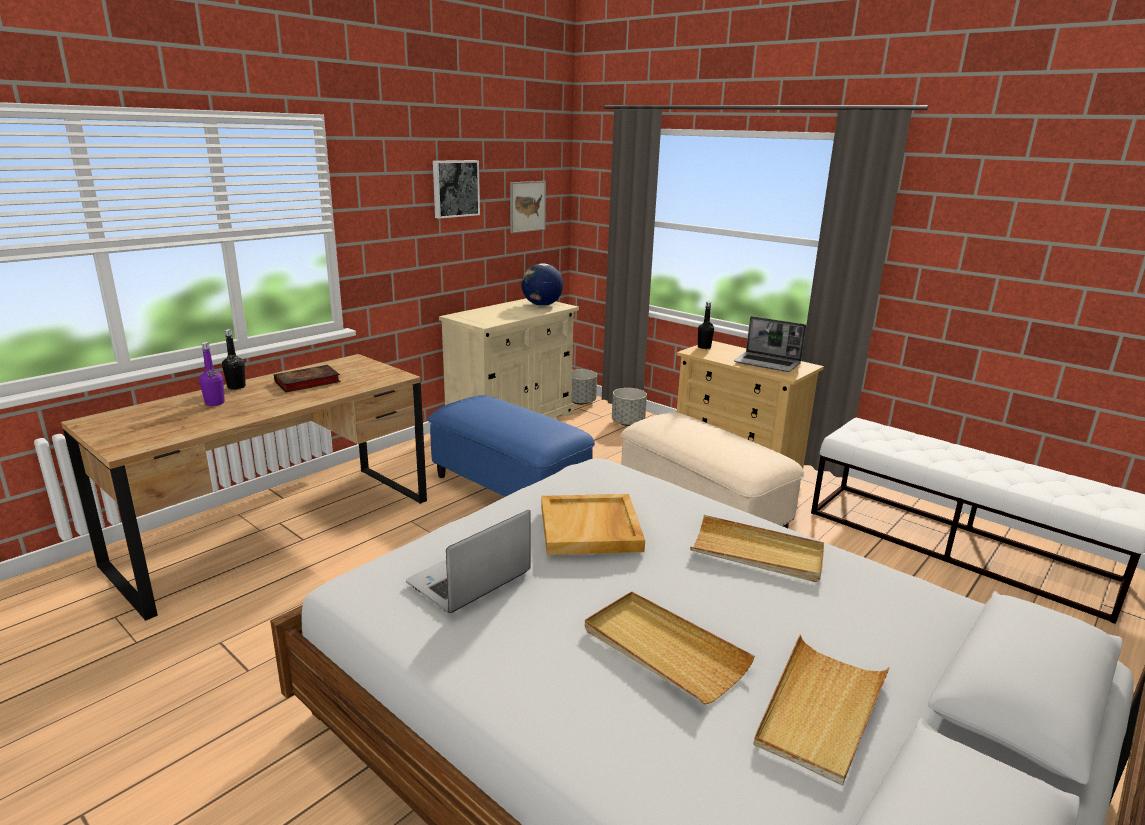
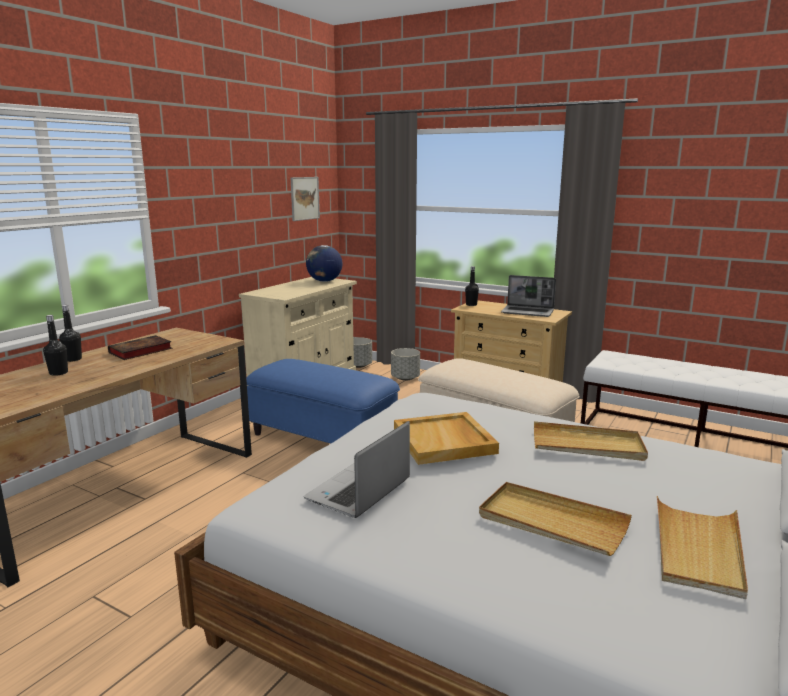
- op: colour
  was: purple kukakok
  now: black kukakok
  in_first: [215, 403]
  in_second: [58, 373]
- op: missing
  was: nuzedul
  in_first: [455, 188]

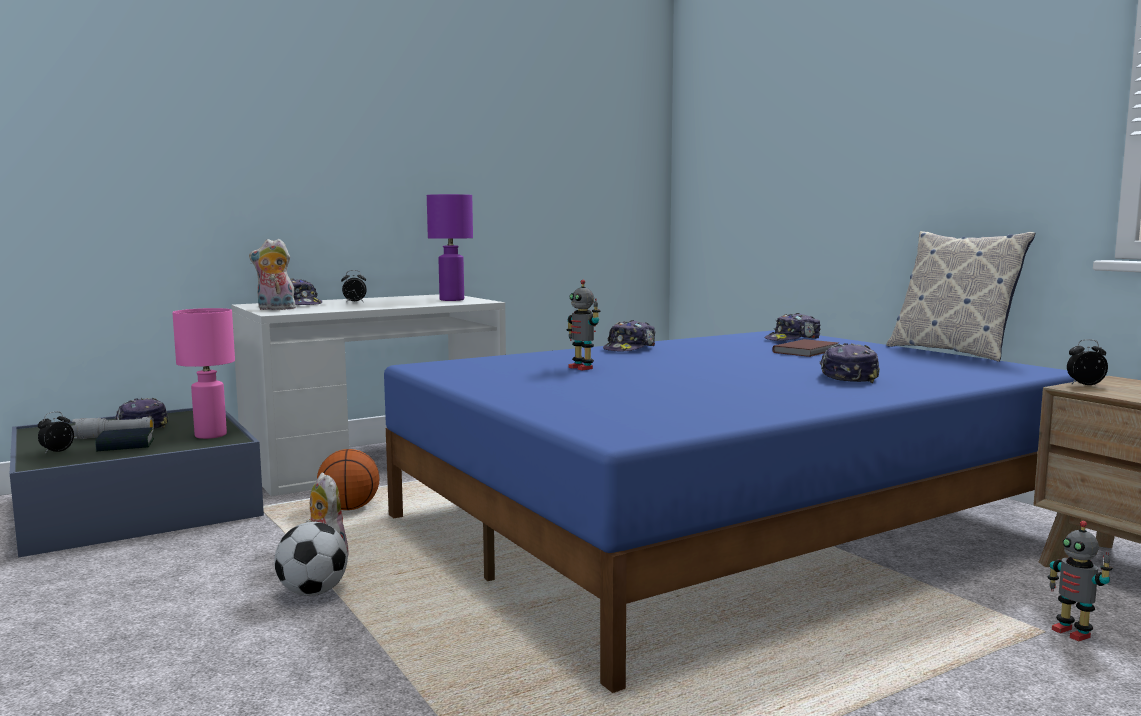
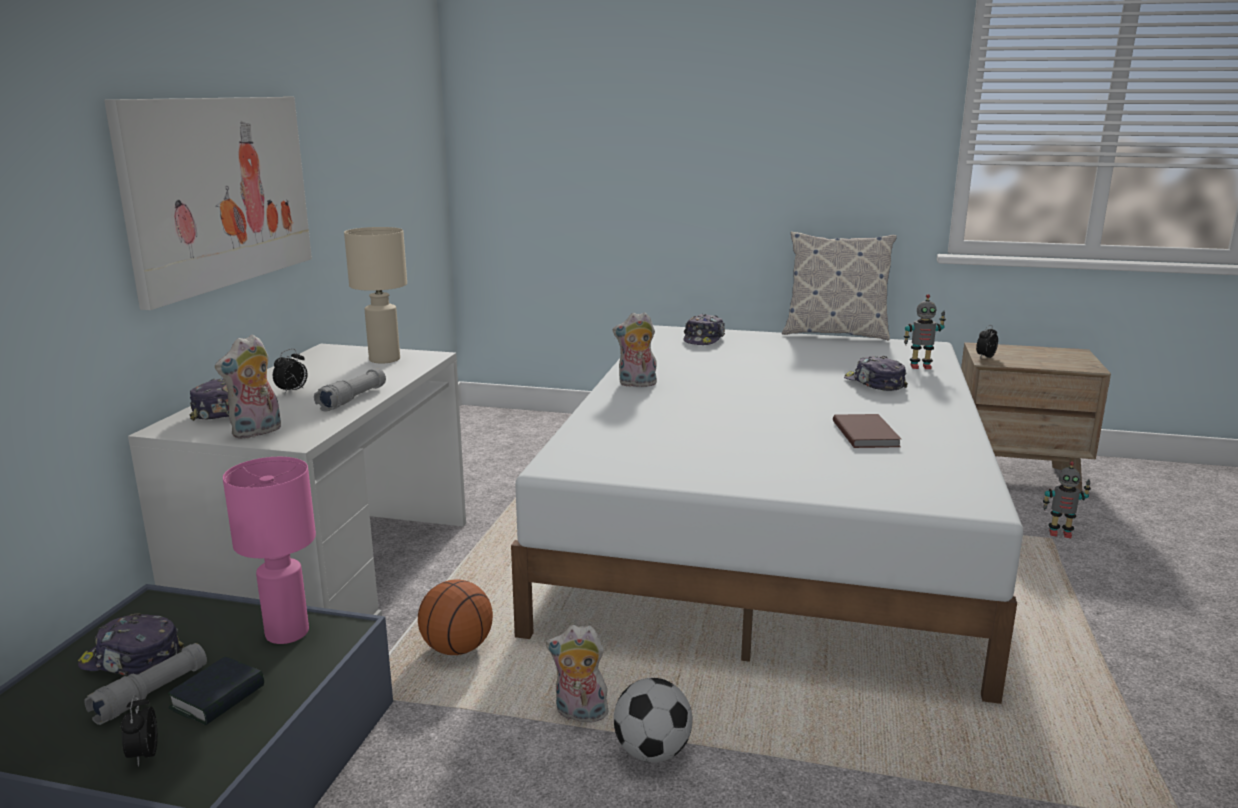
- op: colour
  was: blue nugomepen
  now: white nugomepen
  in_first: [723, 525]
  in_second: [771, 529]
- op: colour
  was: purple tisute
  now: beige tisute
  in_first: [451, 300]
  in_second: [384, 359]
- op: relocated
  was: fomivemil
  in_first: [582, 368]
  in_second: [920, 366]
- op: exchanged
  was: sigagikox
  now: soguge
  in_first: [630, 349]
  in_second: [636, 384]
- op: relocated
  was: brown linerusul
  in_first: [808, 351]
  in_second: [867, 433]
- op: appeared
  now: nuzedul
  in_second: [220, 192]
- op: appeared
  now: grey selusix
  in_second: [353, 399]

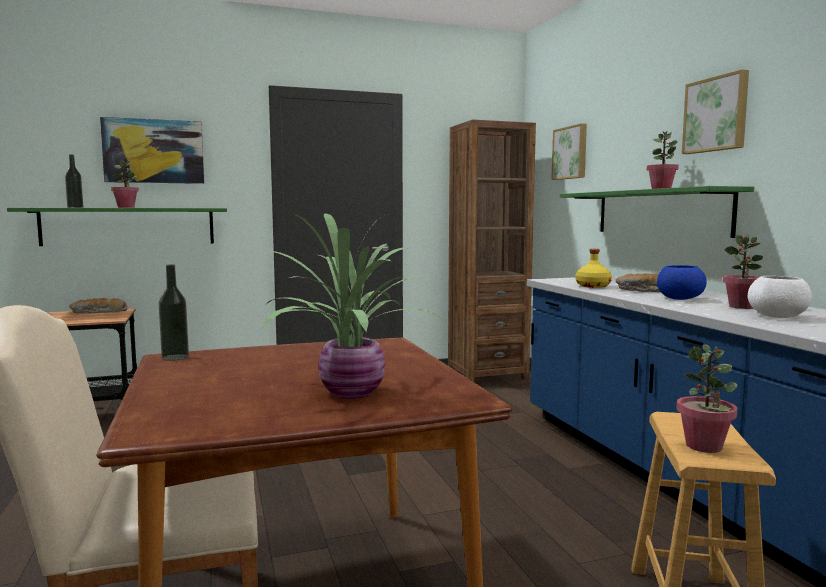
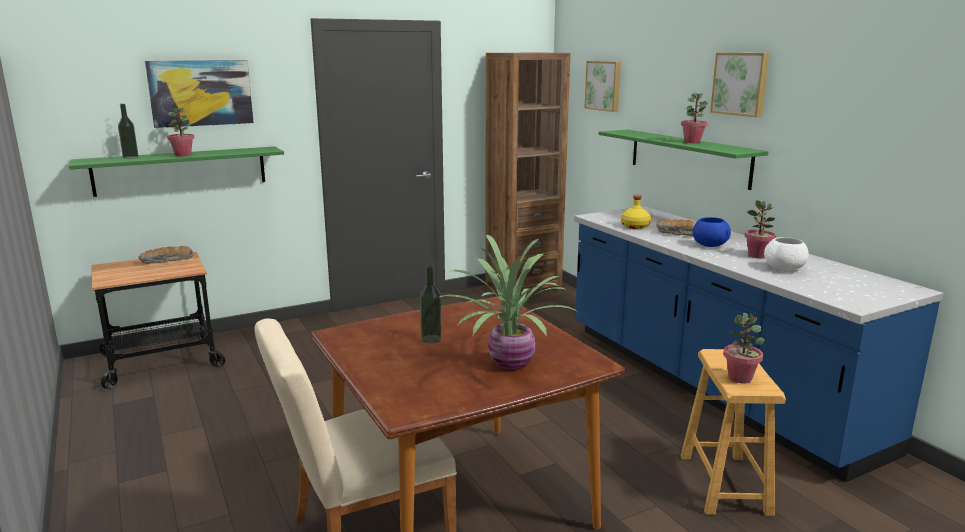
- op: relocated
  was: kukakok
  in_first: [175, 357]
  in_second: [431, 339]

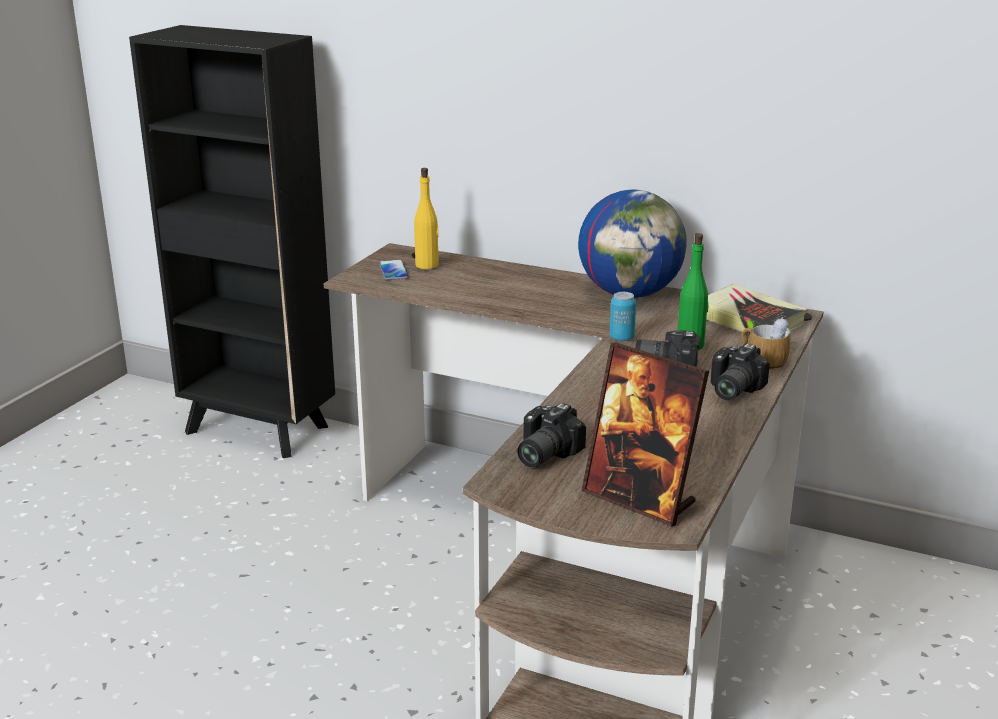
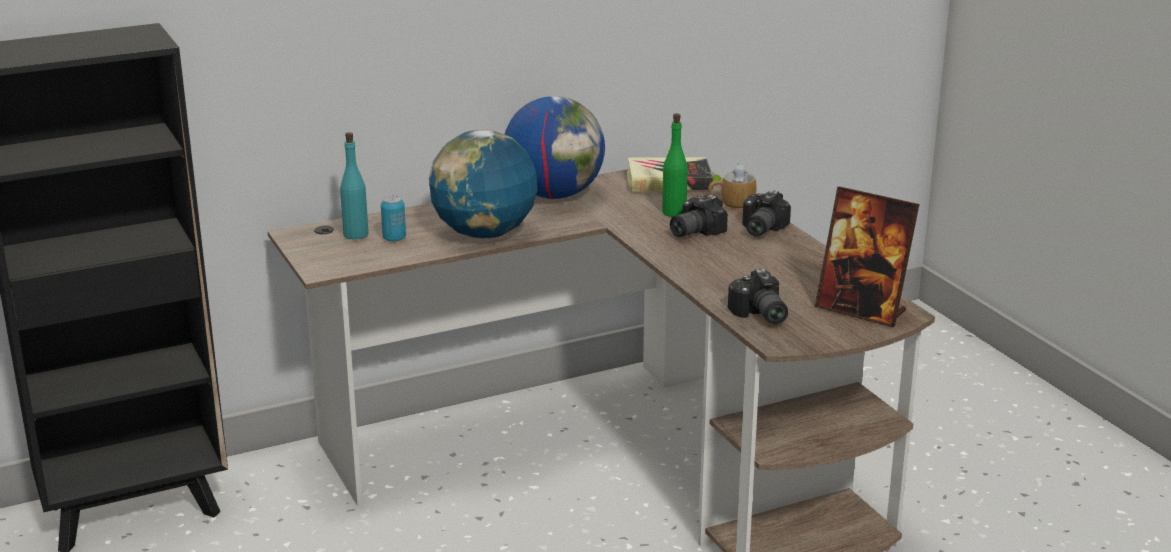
- op: missing
  was: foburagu
  in_first: [393, 271]
- op: colour
  was: yellow kukakok
  now: turquoise kukakok
  in_first: [427, 265]
  in_second: [356, 234]
- op: spun
  was: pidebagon
  in_first: [639, 499]
  in_second: [861, 310]
  clockwise: 45
- op: relocated
  was: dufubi
  in_first: [621, 338]
  in_second: [394, 239]
- op: spun
  was: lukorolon
  in_first: [730, 389]
  in_second: [759, 229]
  clockwise: 45
- op: appeared
  now: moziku
  in_second: [484, 234]

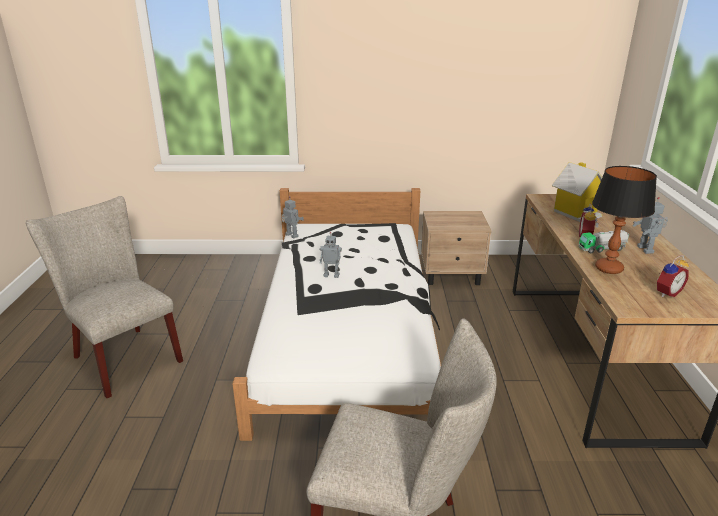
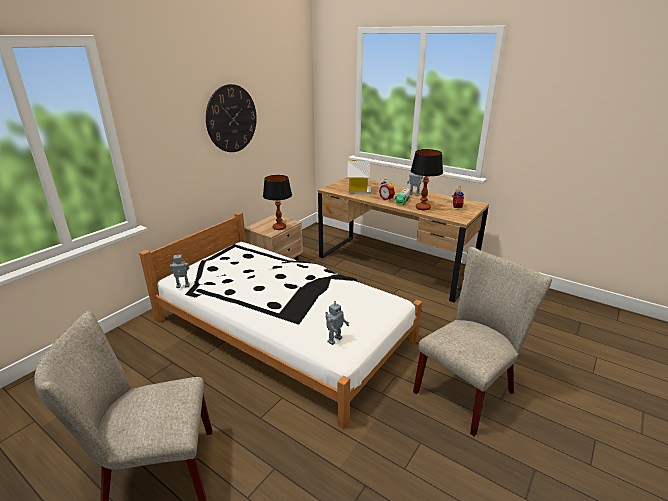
- op: relocated
  was: fomivemil
  in_first: [331, 275]
  in_second: [334, 339]
- op: appeared
  now: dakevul
  in_second: [231, 119]
- op: appeared
  now: tisute
  in_second: [279, 227]

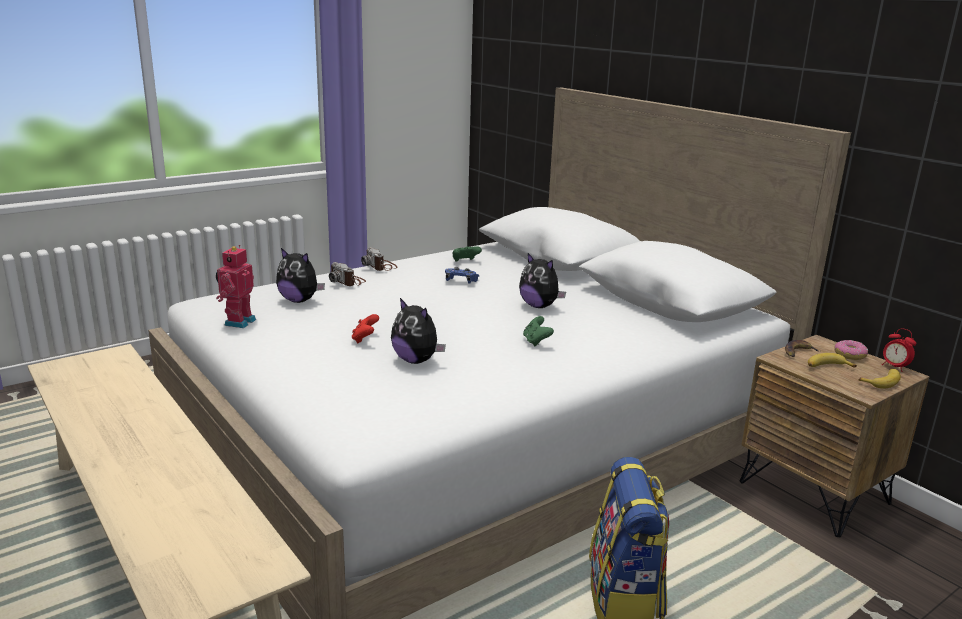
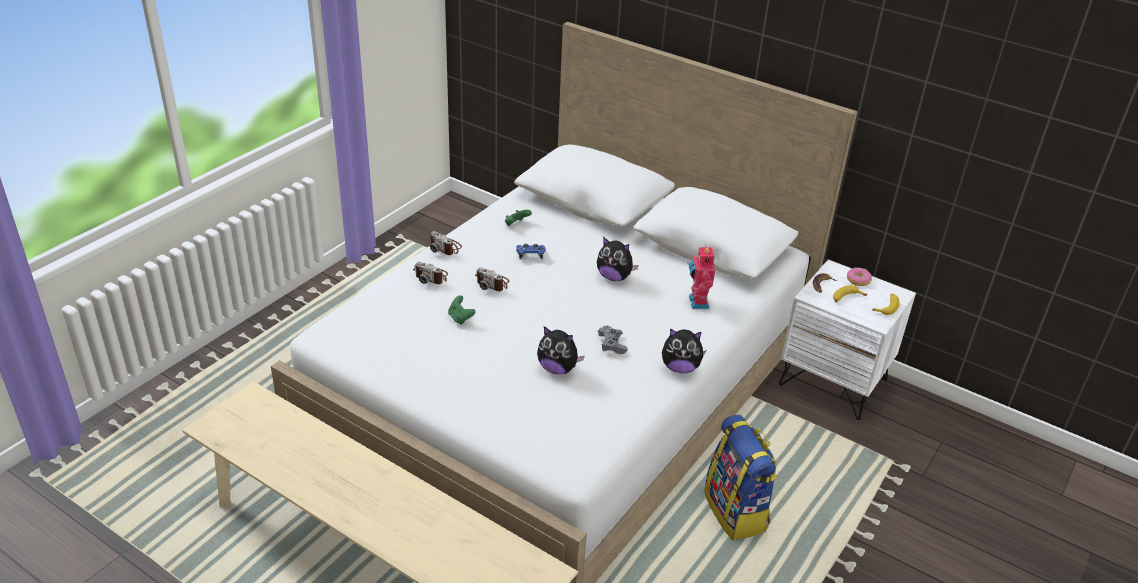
- op: relocated
  was: fomivemil
  in_first: [238, 322]
  in_second: [697, 302]
- op: relocated
  was: soguge
  in_first: [299, 300]
  in_second: [680, 368]
- op: missing
  was: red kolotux
  in_first: [365, 339]
- op: relocated
  was: green kolotux
  in_first: [536, 341]
  in_second: [460, 318]
- op: colour
  was: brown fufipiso
  now: white fufipiso
  in_first: [814, 492]
  in_second: [833, 382]
- op: missing
  was: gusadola
  in_first: [894, 367]
- op: appeared
  now: lukorolon
  in_second: [492, 283]
- op: appeared
  now: grey kolotux
  in_second: [612, 345]

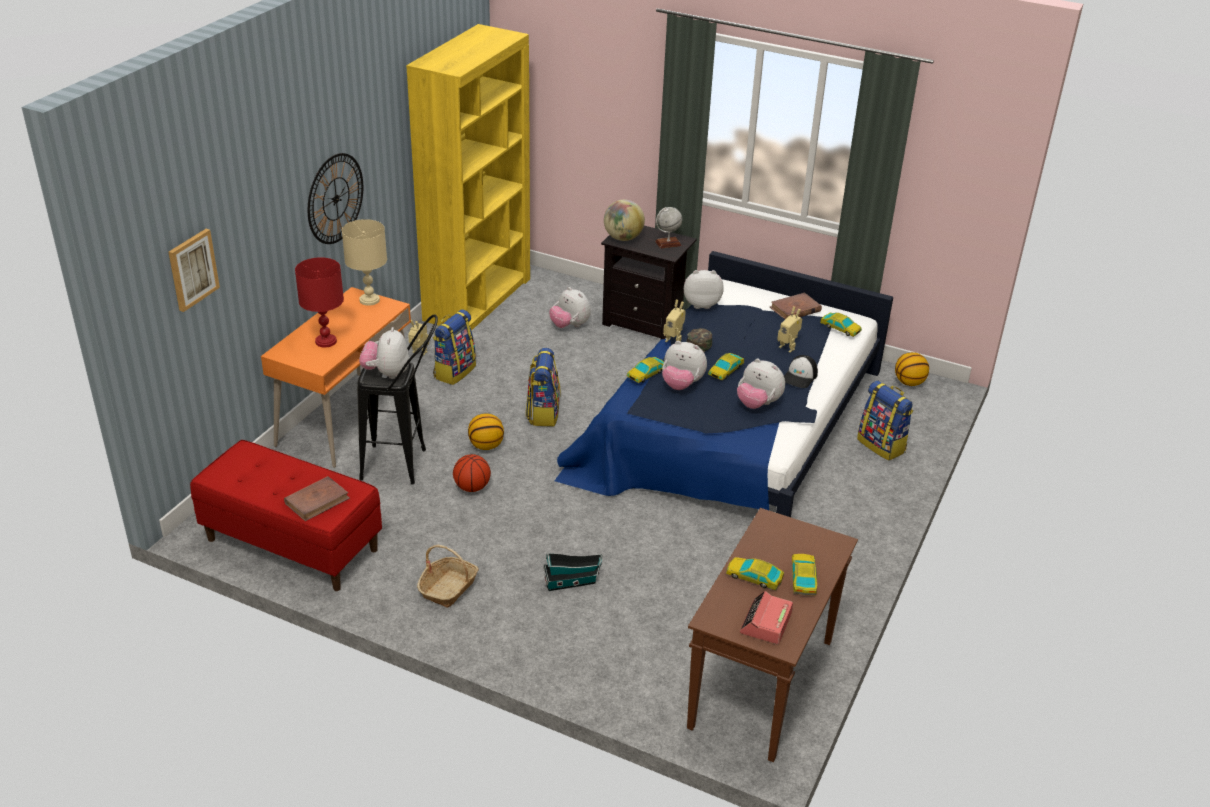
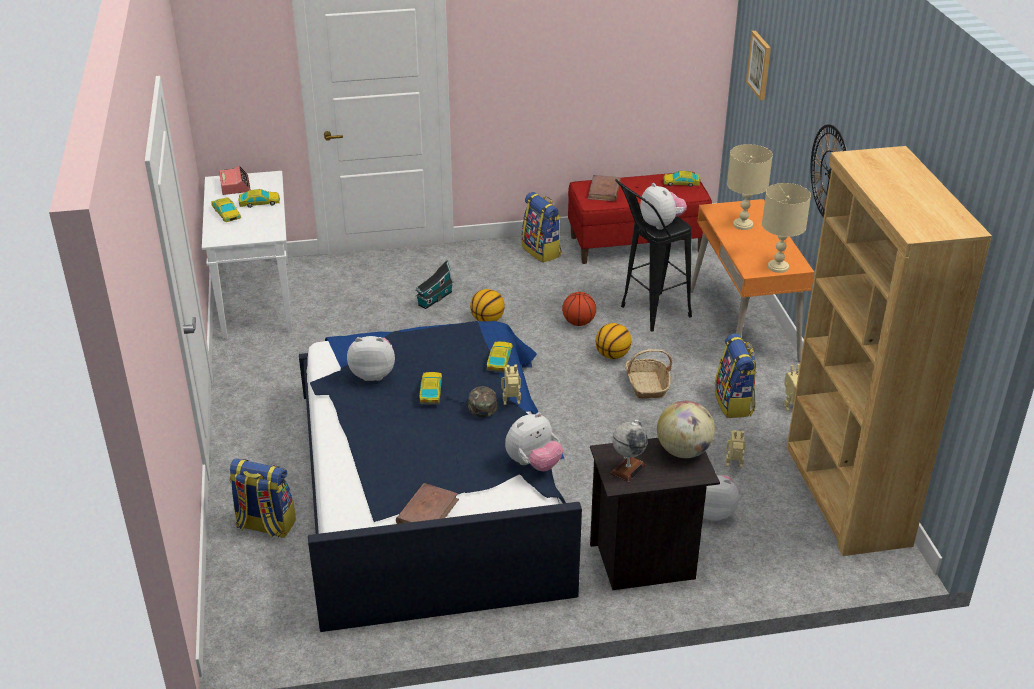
- op: colour
  was: red tisute
  now: beige tisute
  in_first: [326, 342]
  in_second: [742, 225]
- op: colour
  was: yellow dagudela
  now: brown dagudela
  in_first: [478, 299]
  in_second: [845, 495]
- op: relocated
  was: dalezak
  in_first: [448, 588]
  in_second: [647, 385]
- op: relocated
  was: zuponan
  in_first: [543, 413]
  in_second: [542, 251]
- op: missing
  was: soguge
  in_first: [681, 385]
- op: colour
  was: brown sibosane
  now: white sibosane
  in_first: [762, 685]
  in_second: [256, 298]
- op: relocated
  was: fomivemil
  in_first: [788, 347]
  in_second: [734, 466]
- op: missing
  was: sigagikox
  in_first: [800, 377]
- op: relocated
  was: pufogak
  in_first: [840, 328]
  in_second: [681, 183]
- op: relocated
  was: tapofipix
  in_first: [909, 382]
  in_second: [487, 320]

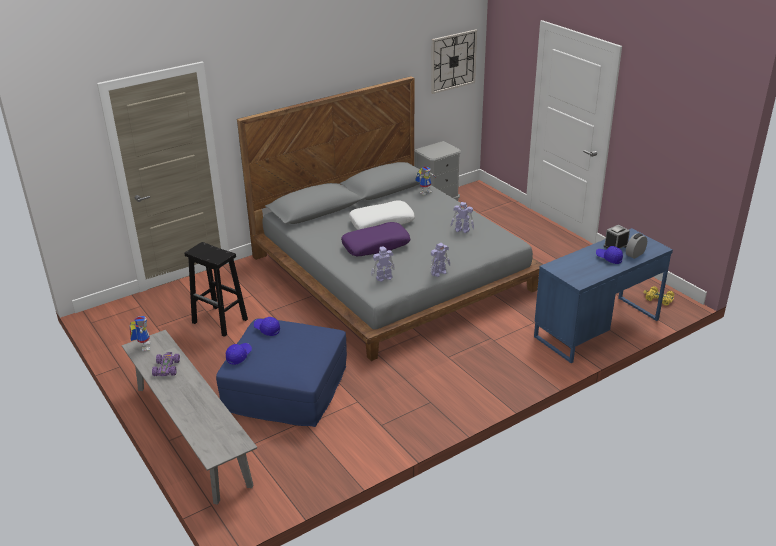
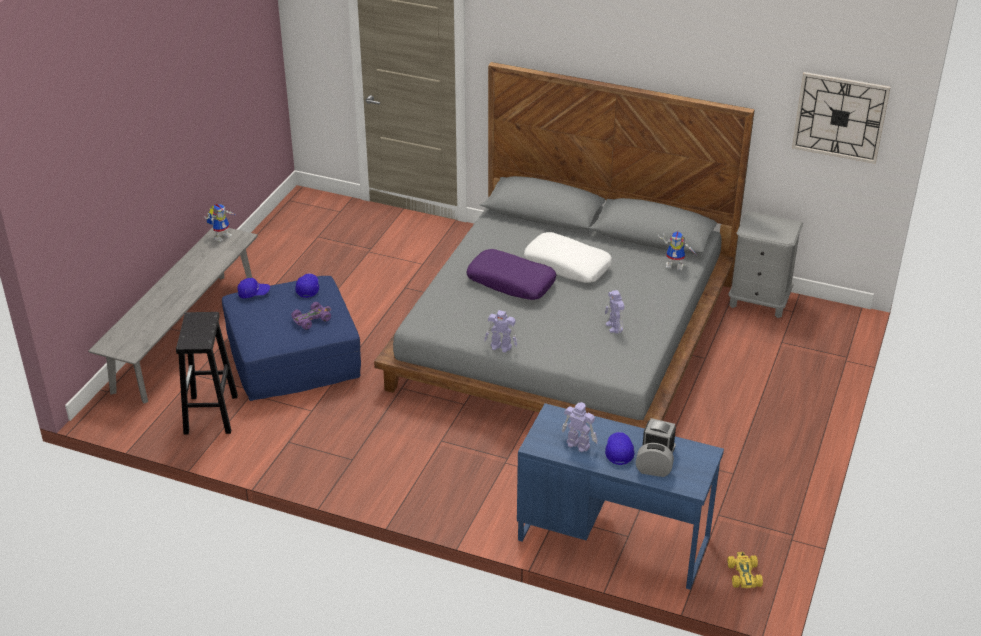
- op: relocated
  was: purple pufogak
  in_first: [166, 368]
  in_second: [312, 319]
- op: relocated
  was: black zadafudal
  in_first: [220, 321]
  in_second: [211, 415]
- op: relocated
  was: fomivemil
  in_first: [383, 278]
  in_second: [578, 444]

